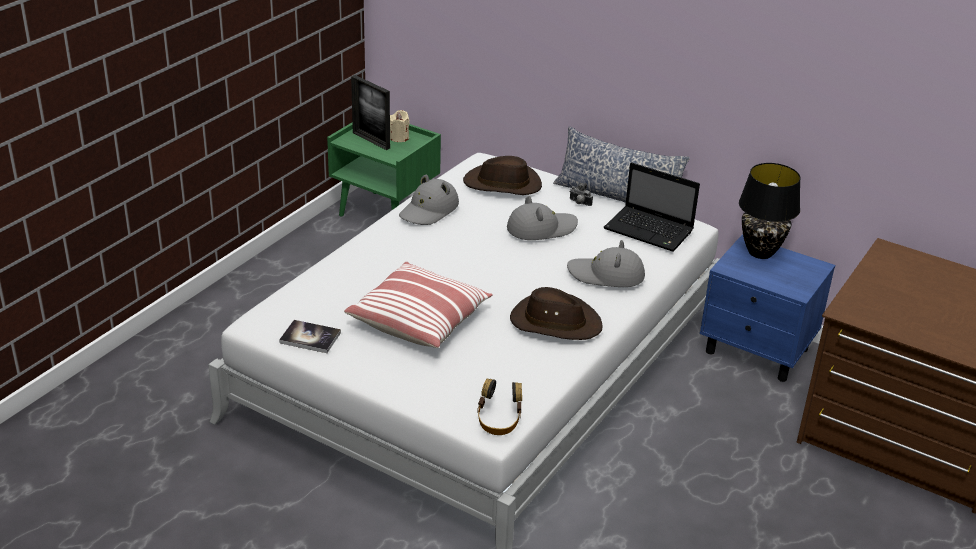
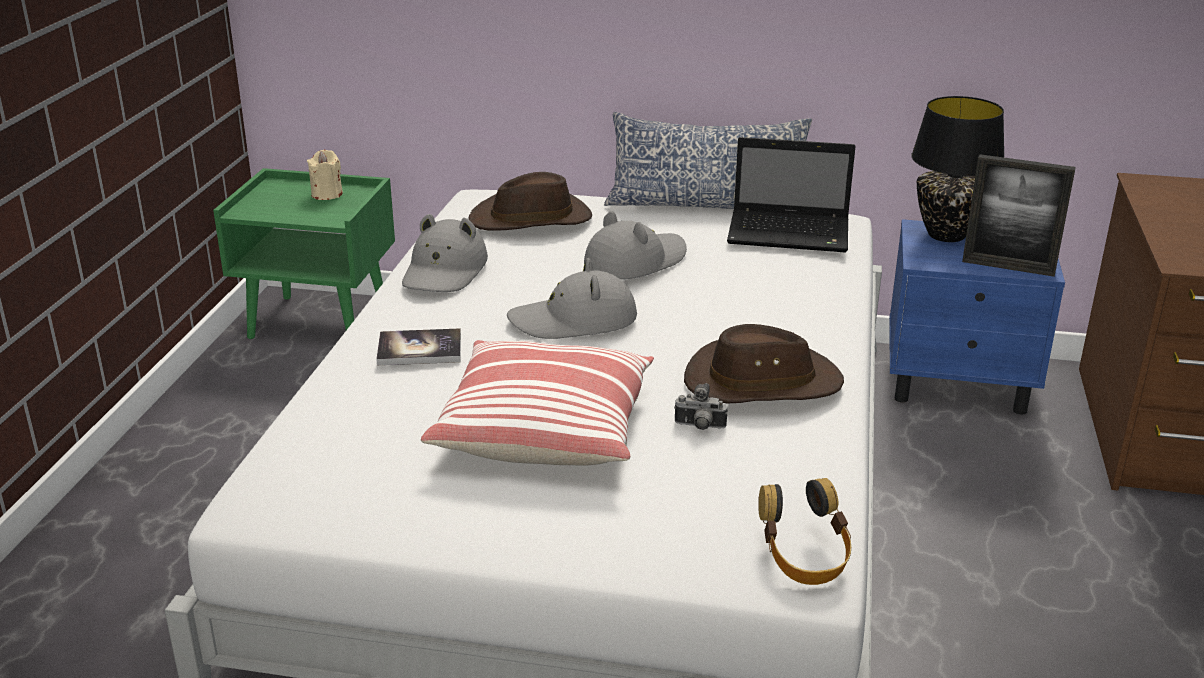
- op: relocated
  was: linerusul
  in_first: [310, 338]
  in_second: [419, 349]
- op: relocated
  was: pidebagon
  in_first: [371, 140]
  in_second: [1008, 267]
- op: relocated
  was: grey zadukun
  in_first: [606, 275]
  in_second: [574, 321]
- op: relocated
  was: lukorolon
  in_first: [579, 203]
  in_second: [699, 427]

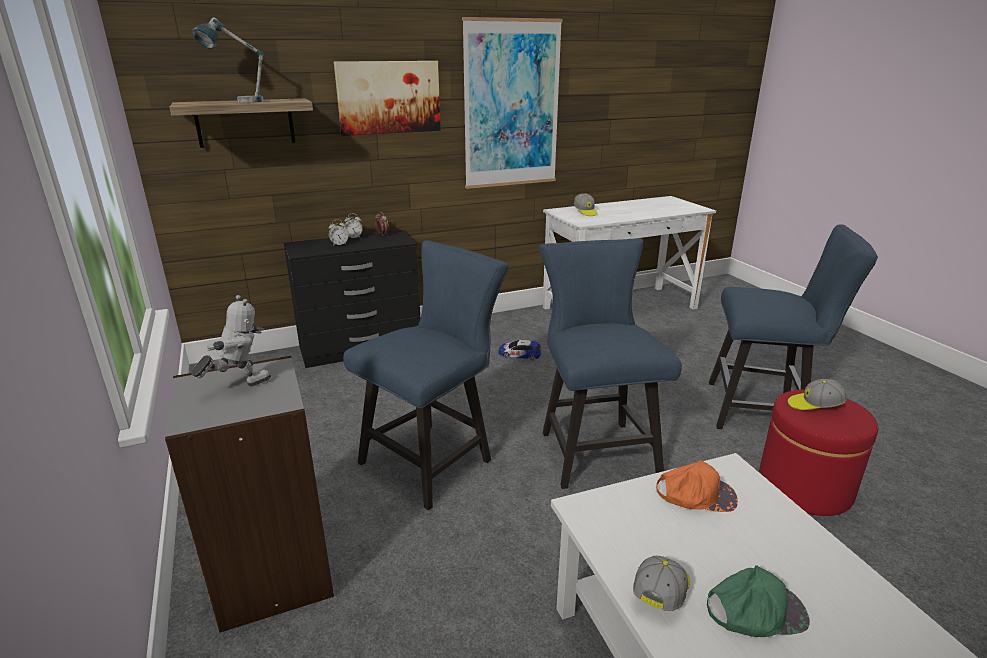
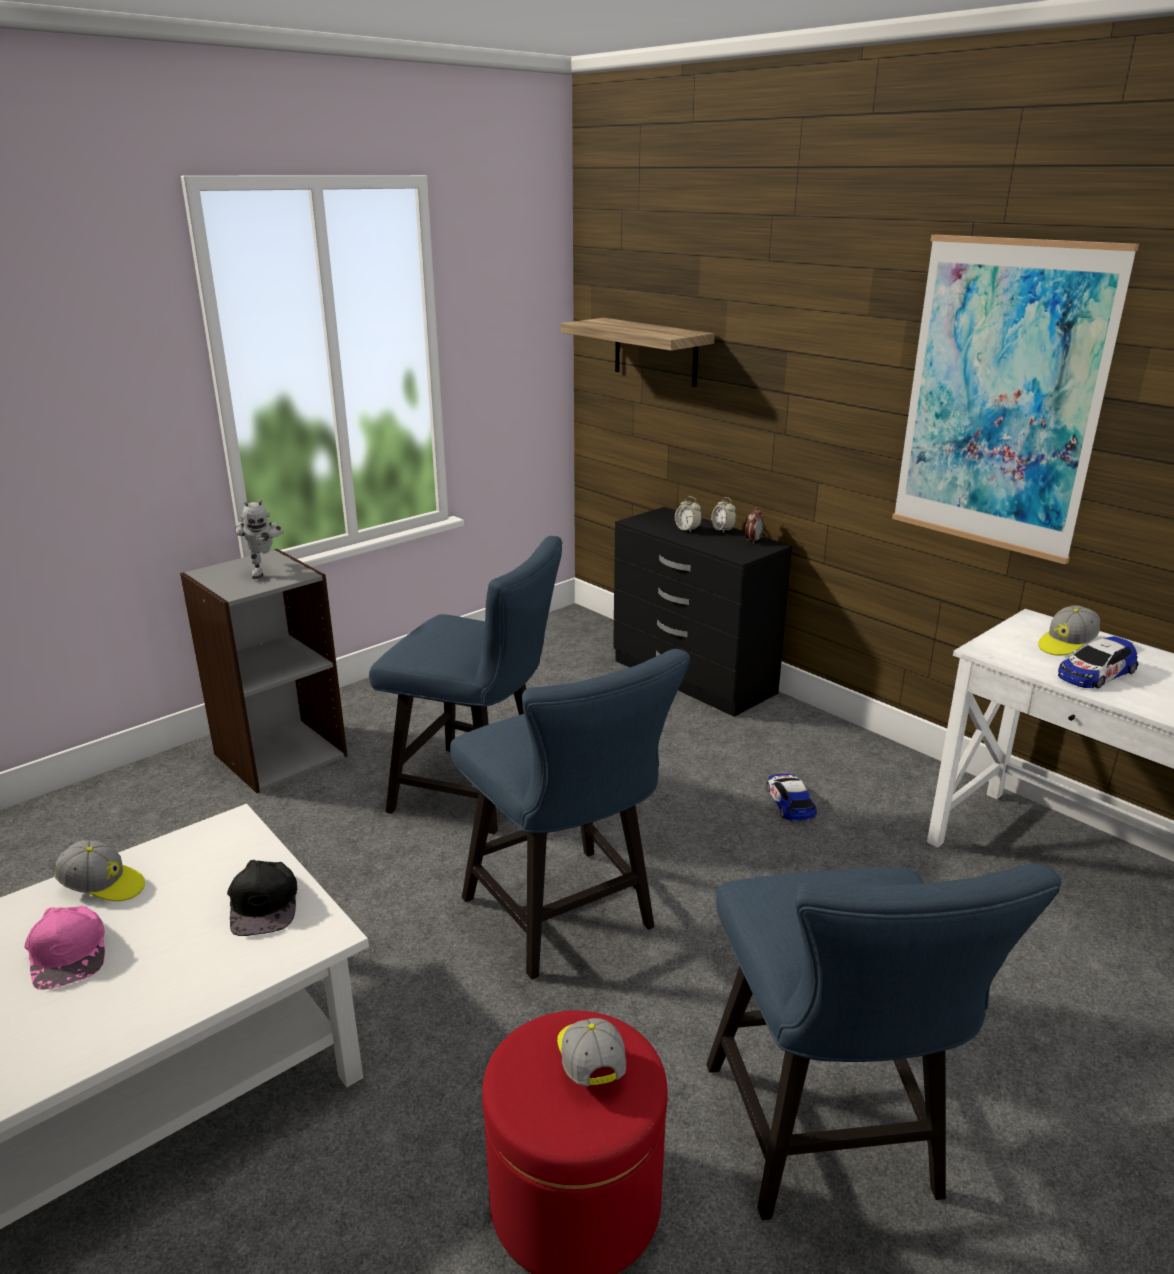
- op: spun
  was: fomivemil
  in_first: [240, 385]
  in_second: [263, 572]
  clockwise: 45
- op: missing
  was: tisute
  in_first: [238, 102]
- op: missing
  was: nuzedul
  in_first: [388, 97]
- op: spun
  was: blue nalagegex
  in_first: [594, 448]
  in_second: [567, 920]
  clockwise: 90
- op: colour
  was: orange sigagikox
  now: black sigagikox
  in_first: [696, 494]
  in_second: [265, 903]
- op: colour
  was: green sigagikox
  now: pink sigagikox
  in_first: [755, 610]
  in_second: [69, 951]
- op: appeared
  now: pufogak
  in_second: [1095, 673]

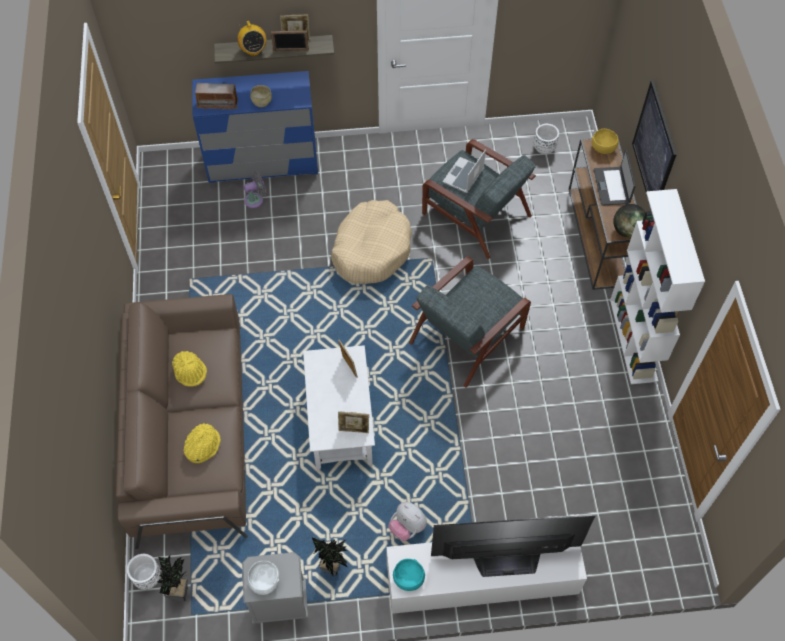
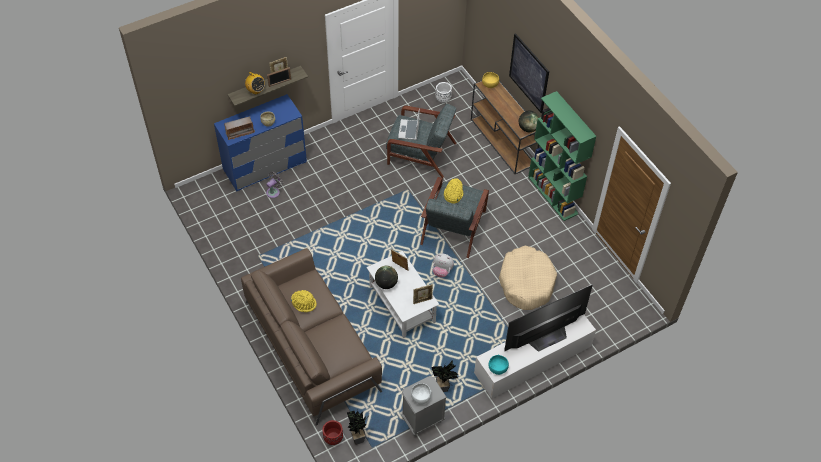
- op: colour
  was: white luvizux
  now: red luvizux
  in_first: [148, 577]
  in_second: [333, 438]
- op: relocated
  was: yellow zadukun
  in_first: [202, 446]
  in_second: [453, 194]
- op: relocated
  was: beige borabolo
  in_first: [371, 249]
  in_second: [526, 283]
- op: relocated
  was: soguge
  in_first: [407, 527]
  in_second: [442, 271]
- op: missing
  was: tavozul
  in_first: [612, 186]
- op: colour
  was: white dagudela
  now: green dagudela
  in_first: [634, 340]
  in_second: [553, 195]
- op: appeared
  now: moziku
  in_second: [386, 283]

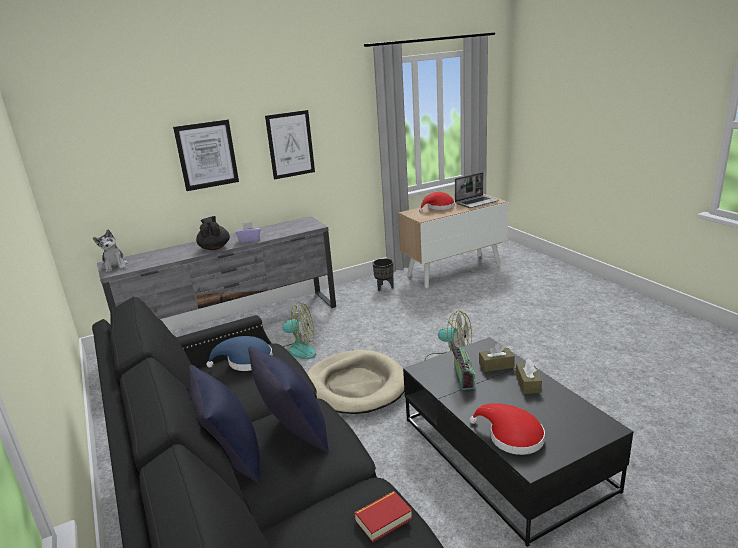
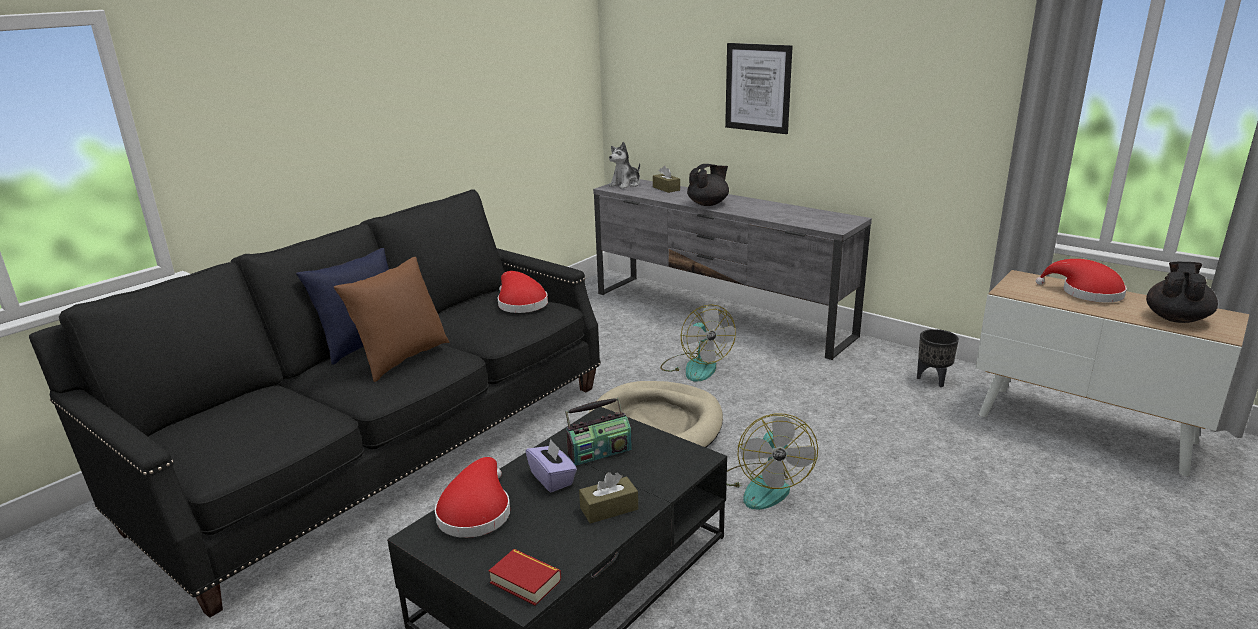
- op: colour
  was: blue zadukun
  now: red zadukun
  in_first: [246, 361]
  in_second: [520, 303]
- op: relocated
  was: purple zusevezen
  in_first: [250, 240]
  in_second: [552, 479]
- op: colour
  was: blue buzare
  now: brown buzare
  in_first: [293, 434]
  in_second: [401, 359]
- op: missing
  was: nuzedul
  in_first: [290, 144]
- op: relocated
  was: linerusul
  in_first: [383, 520]
  in_second: [525, 581]
- op: exchanged
  was: tavozul
  now: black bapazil
  in_first: [476, 202]
  in_second: [1176, 318]
- op: relocated
  was: brown zusevezen
  in_first: [496, 365]
  in_second: [666, 188]

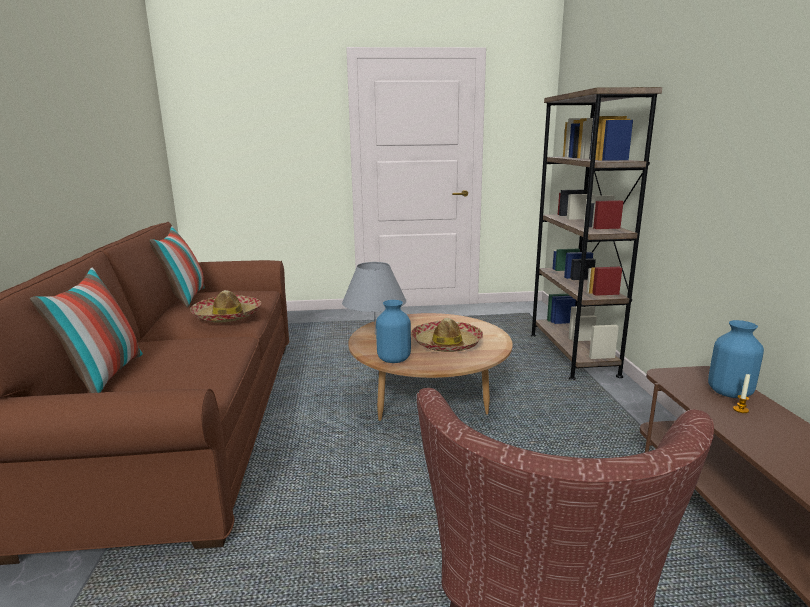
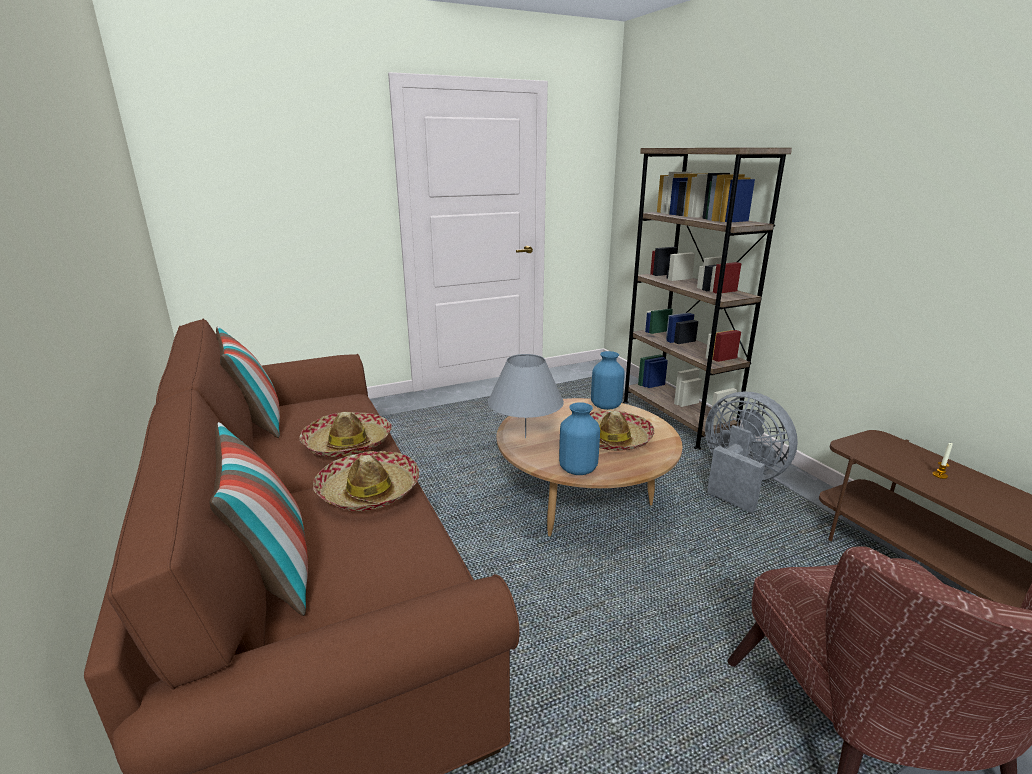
- op: relocated
  was: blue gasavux
  in_first: [728, 392]
  in_second: [605, 406]
- op: appeared
  now: zadukun
  in_second: [368, 491]
- op: appeared
  now: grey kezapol
  in_second: [738, 481]

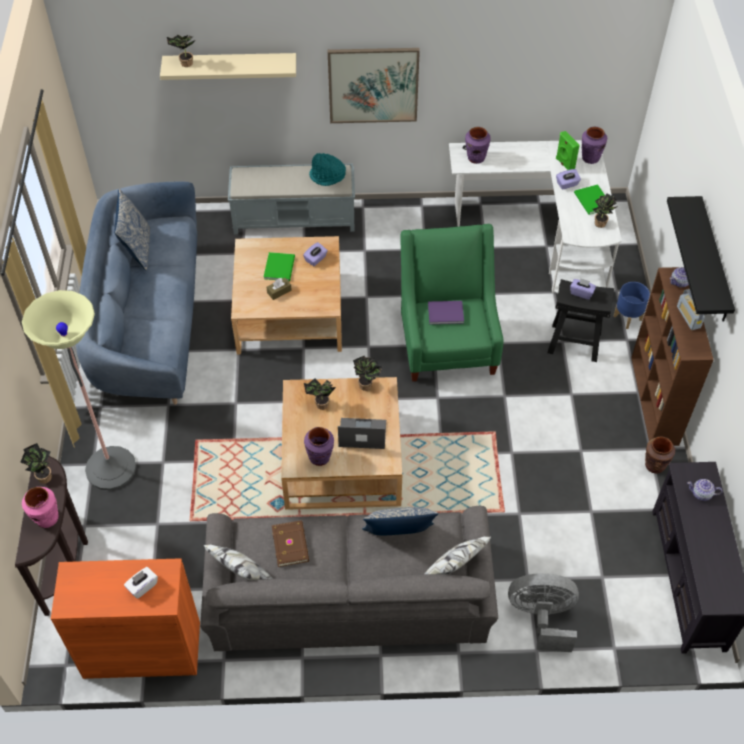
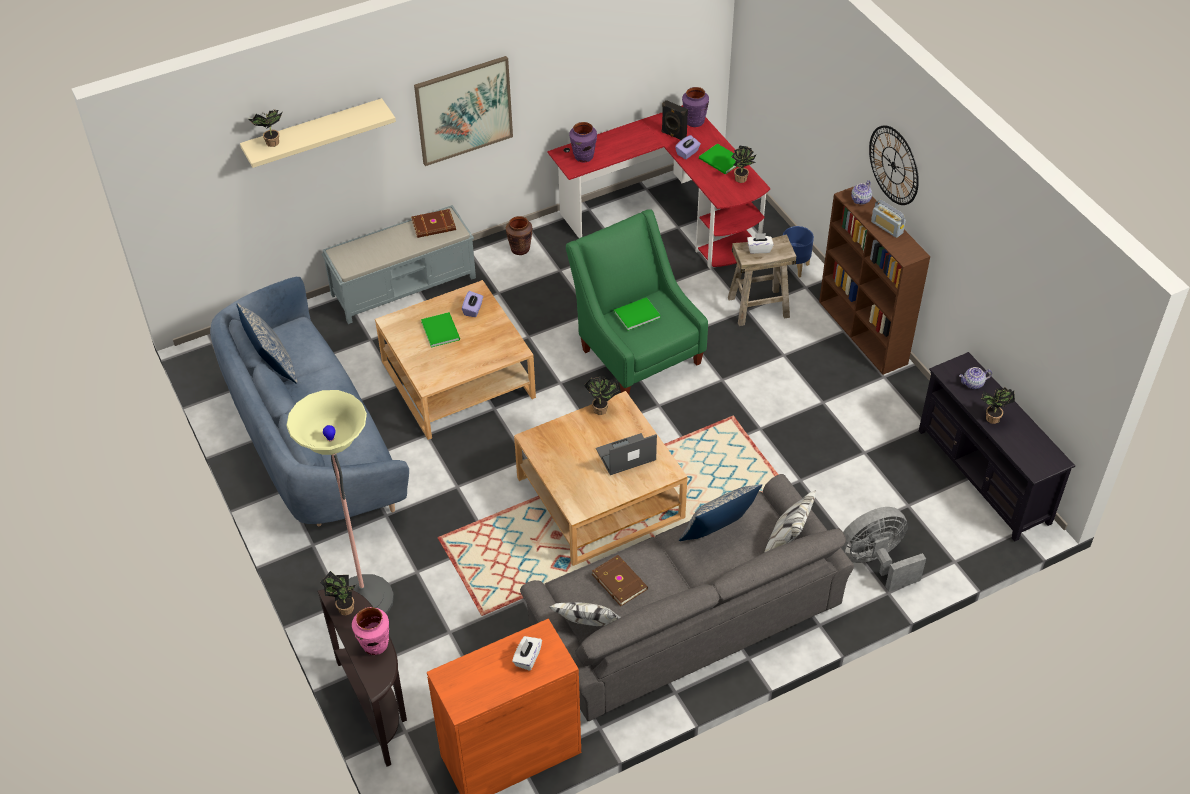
- op: missing
  was: brown zusevezen
  in_first: [279, 291]
- op: relocated
  was: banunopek
  in_first: [320, 405]
  in_second: [991, 420]
- op: missing
  was: purple gasavux
  in_first: [320, 457]
- op: exchanged
  was: turquoise zadukun
  now: brown linerusul
  in_first: [327, 176]
  in_second: [434, 226]
- op: colour
  was: purple linerusul
  now: green linerusul
  in_first: [444, 312]
  in_second: [635, 314]
- op: colour
  was: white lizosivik
  now: red lizosivik
  in_first: [543, 234]
  in_second: [668, 217]
- op: colour
  was: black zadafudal
  now: beige zadafudal
  in_first: [574, 343]
  in_second: [758, 308]
- op: colour
  was: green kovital
  now: black kovital
  in_first: [564, 164]
  in_second: [673, 135]
- op: colour
  was: purple zusevezen
  now: white zusevezen
  in_first: [581, 293]
  in_second: [759, 249]
- op: relocated
  was: brown gasavux
  in_first: [654, 465]
  in_second: [520, 249]
- op: exchanged
  was: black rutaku
  now: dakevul
  in_first: [714, 261]
  in_second: [893, 165]

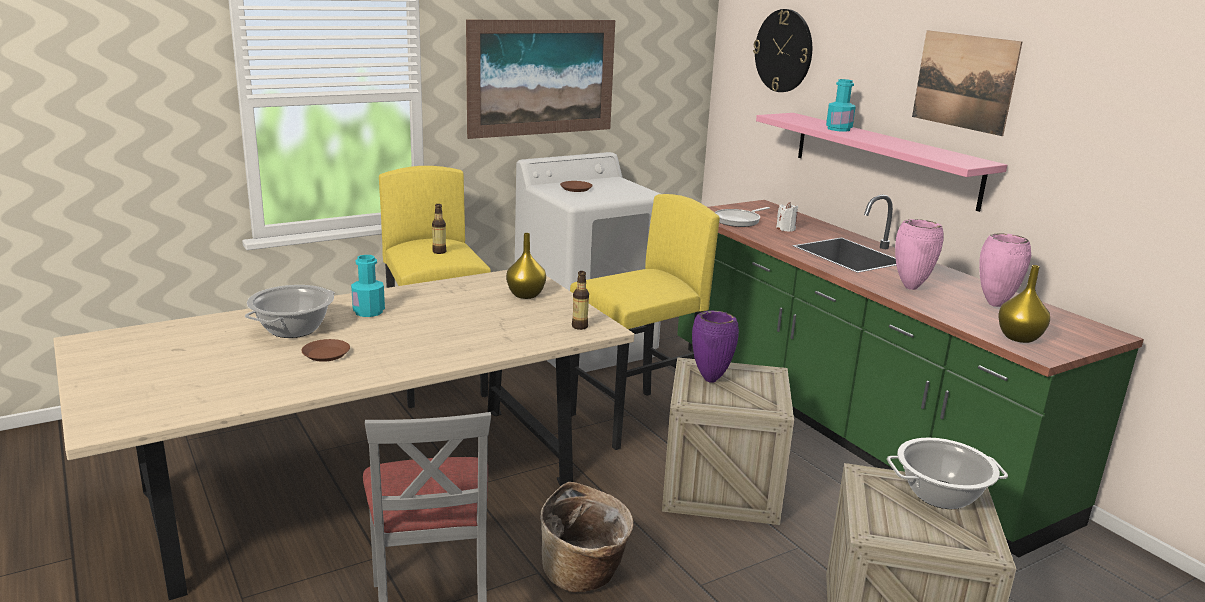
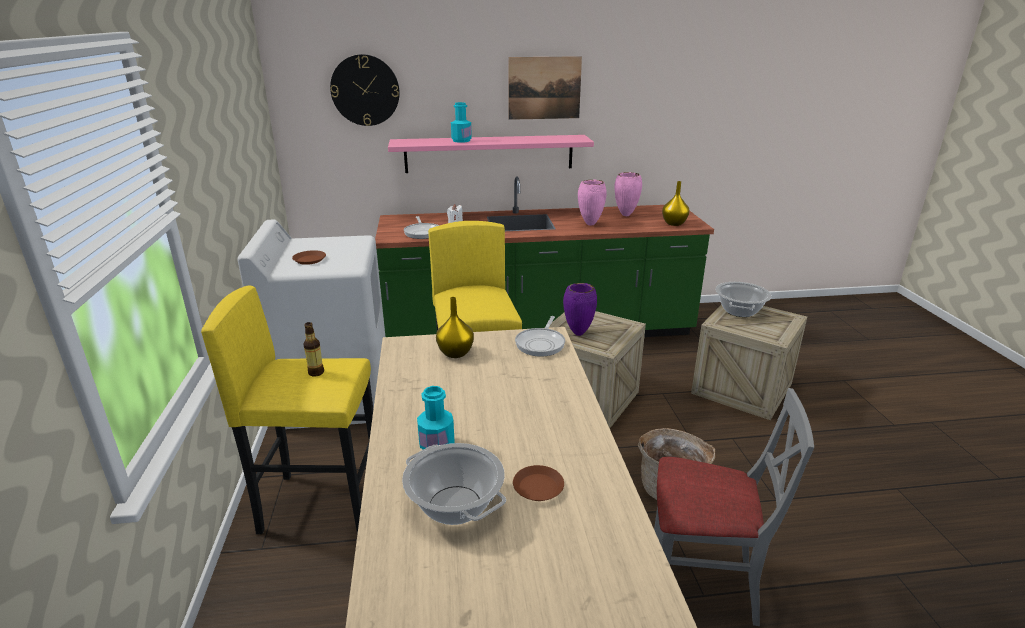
- op: missing
  was: nuzedul
  in_first: [542, 77]
- op: exchanged
  was: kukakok
  now: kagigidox
  in_first: [579, 326]
  in_second: [541, 343]

